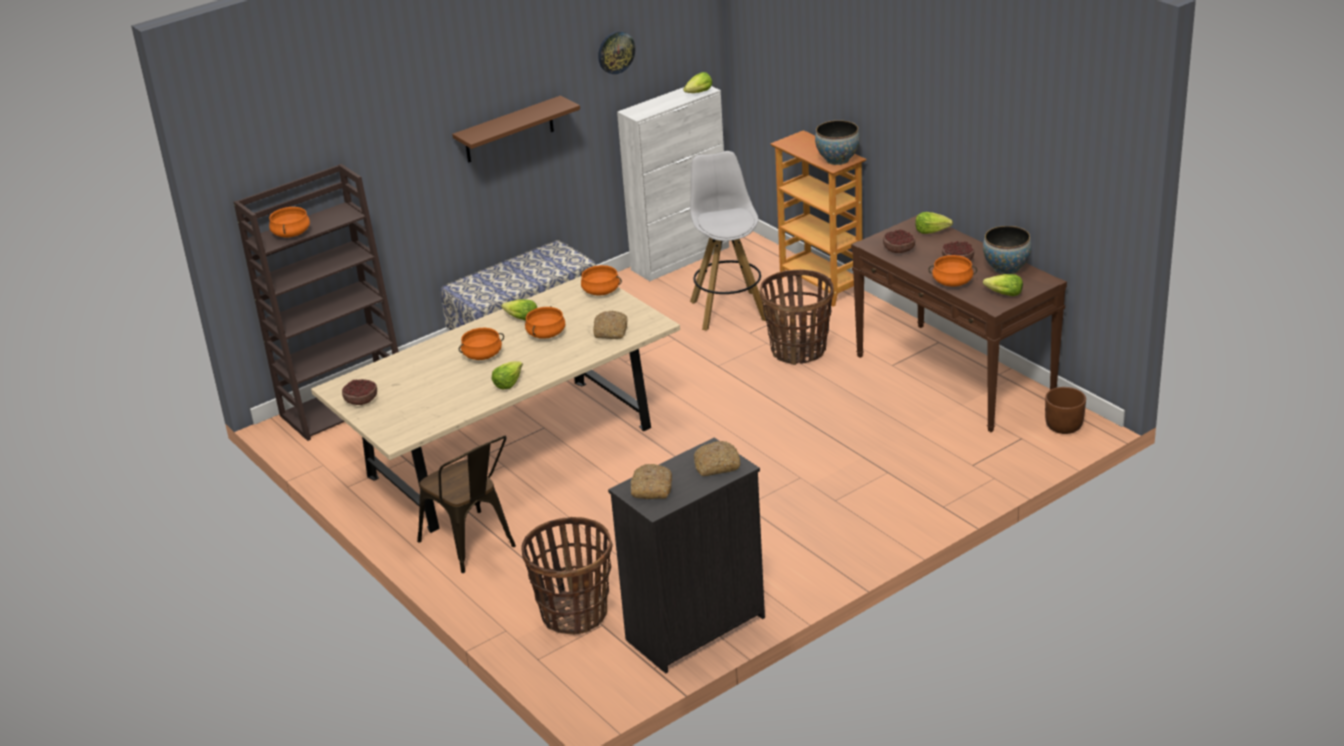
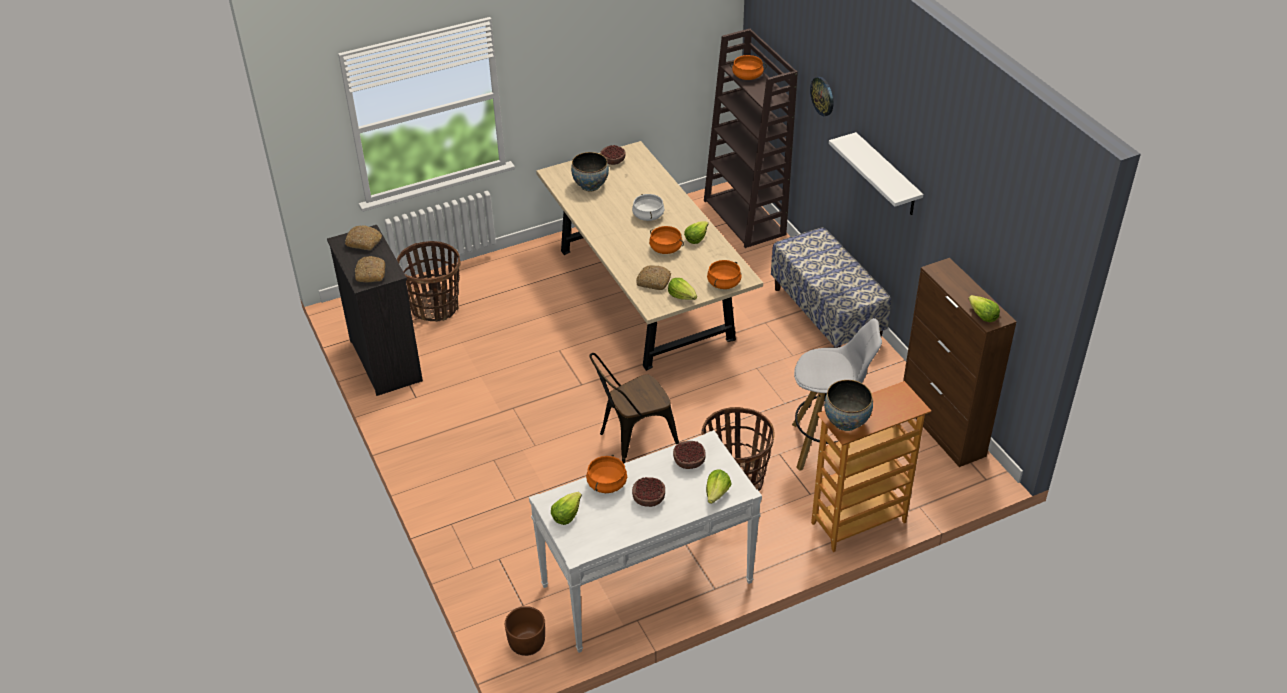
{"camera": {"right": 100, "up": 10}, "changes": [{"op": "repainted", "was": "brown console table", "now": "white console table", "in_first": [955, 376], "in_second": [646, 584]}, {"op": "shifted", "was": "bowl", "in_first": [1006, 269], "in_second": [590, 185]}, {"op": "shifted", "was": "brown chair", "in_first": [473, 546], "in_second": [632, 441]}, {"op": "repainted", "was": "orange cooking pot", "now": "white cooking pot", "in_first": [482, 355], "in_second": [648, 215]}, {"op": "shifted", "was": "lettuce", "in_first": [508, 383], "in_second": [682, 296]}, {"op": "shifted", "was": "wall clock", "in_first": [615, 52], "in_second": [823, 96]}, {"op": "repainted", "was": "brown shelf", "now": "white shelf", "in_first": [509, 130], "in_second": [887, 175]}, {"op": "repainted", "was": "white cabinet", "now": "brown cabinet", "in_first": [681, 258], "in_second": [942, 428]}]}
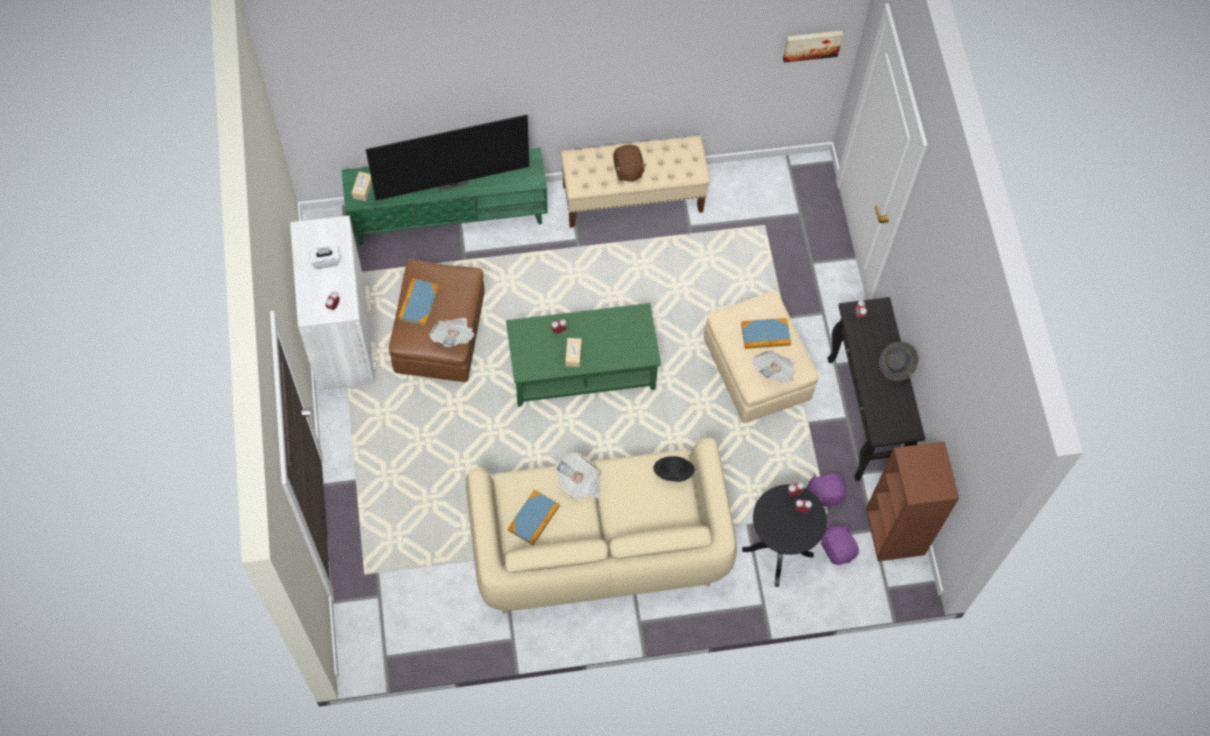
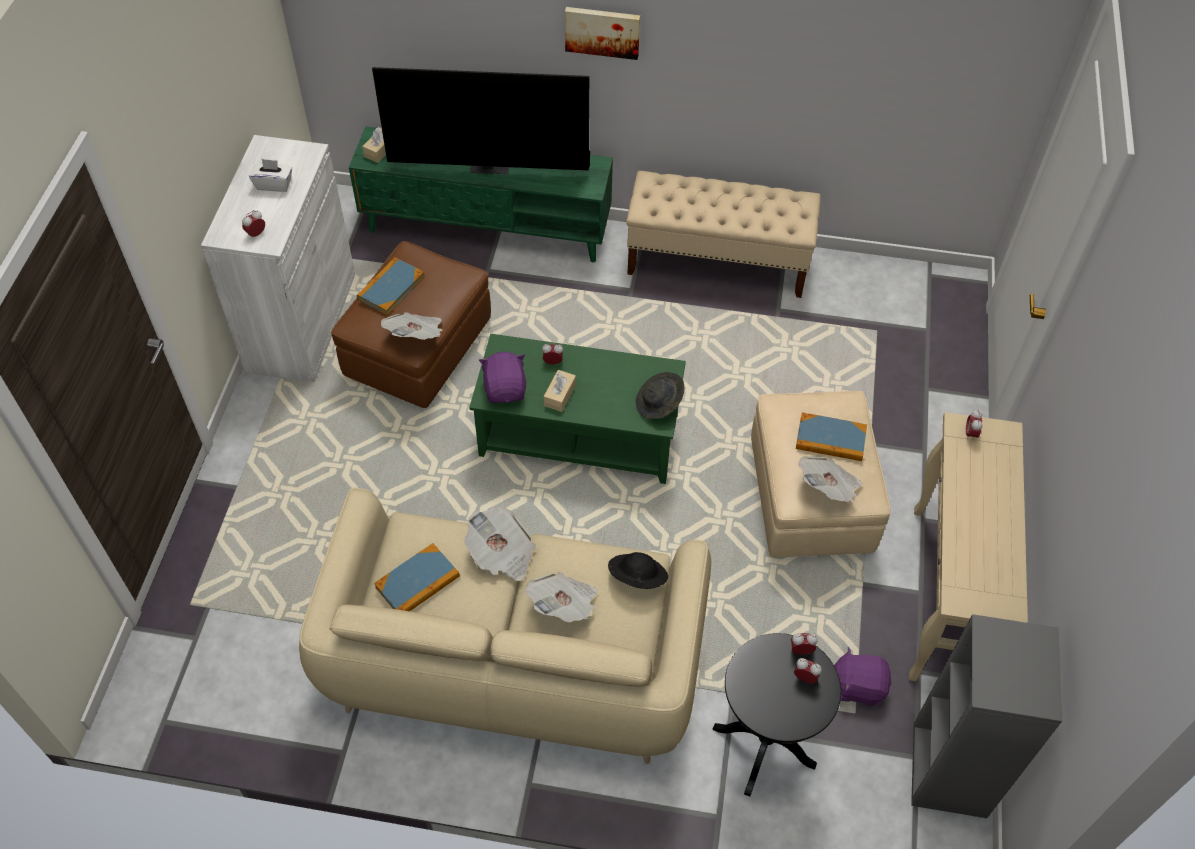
{"camera": {"right": 20, "up": -10}, "changes": [{"op": "shifted", "was": "purple plush toy", "in_first": [837, 548], "in_second": [505, 389]}, {"op": "new", "now": "newspaper", "in_second": [564, 605]}, {"op": "shifted", "was": "picture", "in_first": [812, 44], "in_second": [602, 31]}, {"op": "shifted", "was": "grey hat", "in_first": [897, 365], "in_second": [659, 404]}, {"op": "repainted", "was": "black console table", "now": "beige console table", "in_first": [863, 417], "in_second": [944, 598]}, {"op": "repainted", "was": "brown bookcase", "now": "grey bookcase", "in_first": [896, 532], "in_second": [950, 771]}, {"op": "gone", "was": "brown plush toy", "in_first": [627, 170]}]}
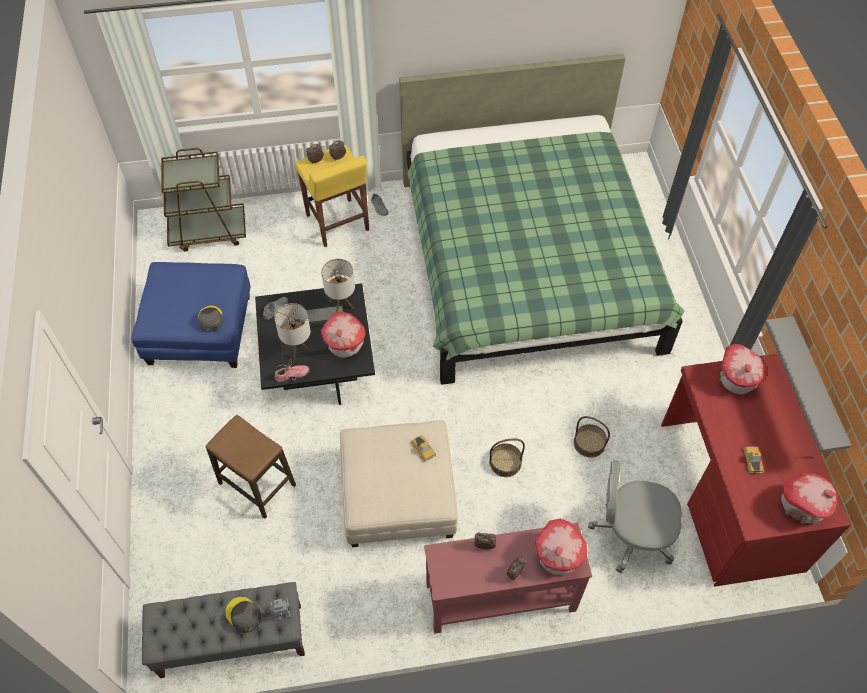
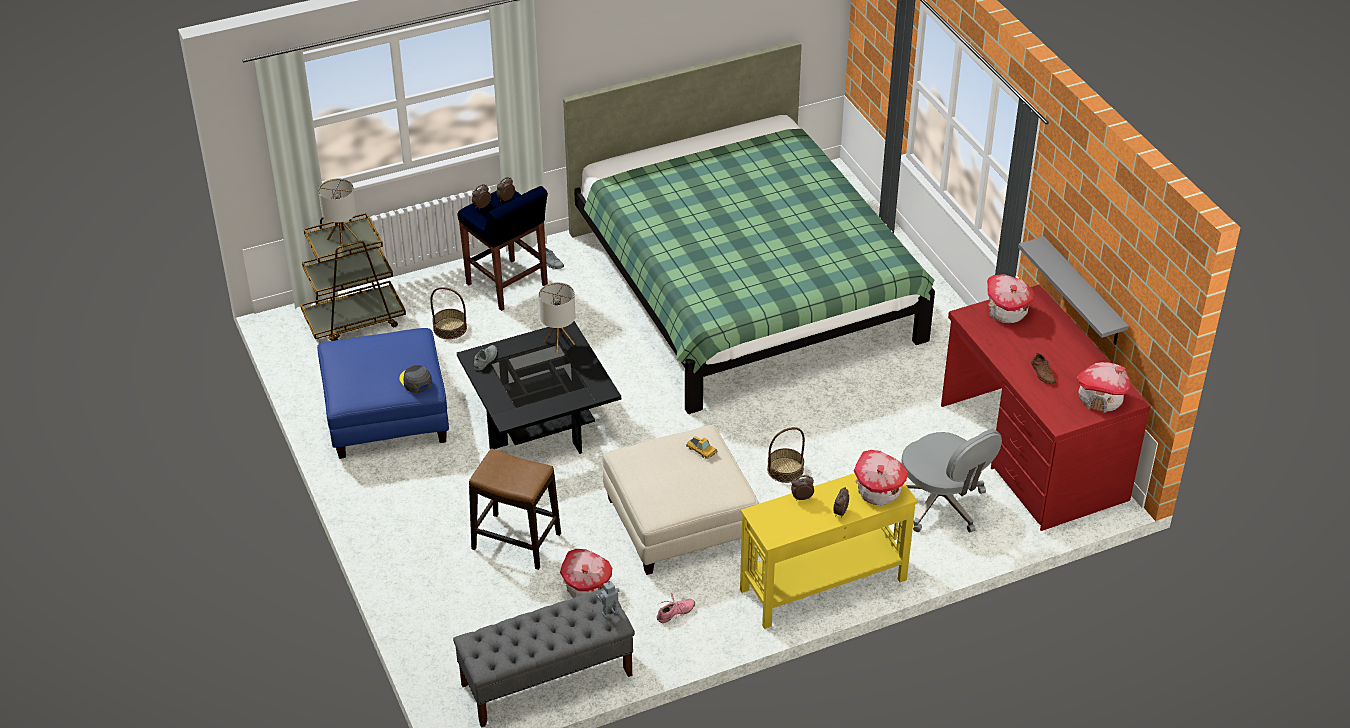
{"camera": {"right": -15, "up": -15}, "changes": [{"op": "shifted", "was": "table lamp", "in_first": [298, 349], "in_second": [342, 238]}, {"op": "shifted", "was": "basket", "in_first": [589, 443], "in_second": [450, 328]}, {"op": "repainted", "was": "yellow stool", "now": "blue stool", "in_first": [337, 223], "in_second": [507, 286]}, {"op": "shifted", "was": "toy house", "in_first": [345, 344], "in_second": [587, 588]}, {"op": "shifted", "was": "pink shoe", "in_first": [292, 375], "in_second": [675, 613]}, {"op": "repainted", "was": "red console table", "now": "yellow console table", "in_first": [499, 597], "in_second": [822, 584]}, {"op": "rotated", "was": "grey office chair", "in_first": [631, 533], "in_second": [941, 504], "clockwise": -120}, {"op": "swapped", "was": "toy car", "now": "brown shoe", "in_first": [752, 460], "in_second": [1042, 373]}, {"op": "gone", "was": "grey cap", "in_first": [243, 615]}]}
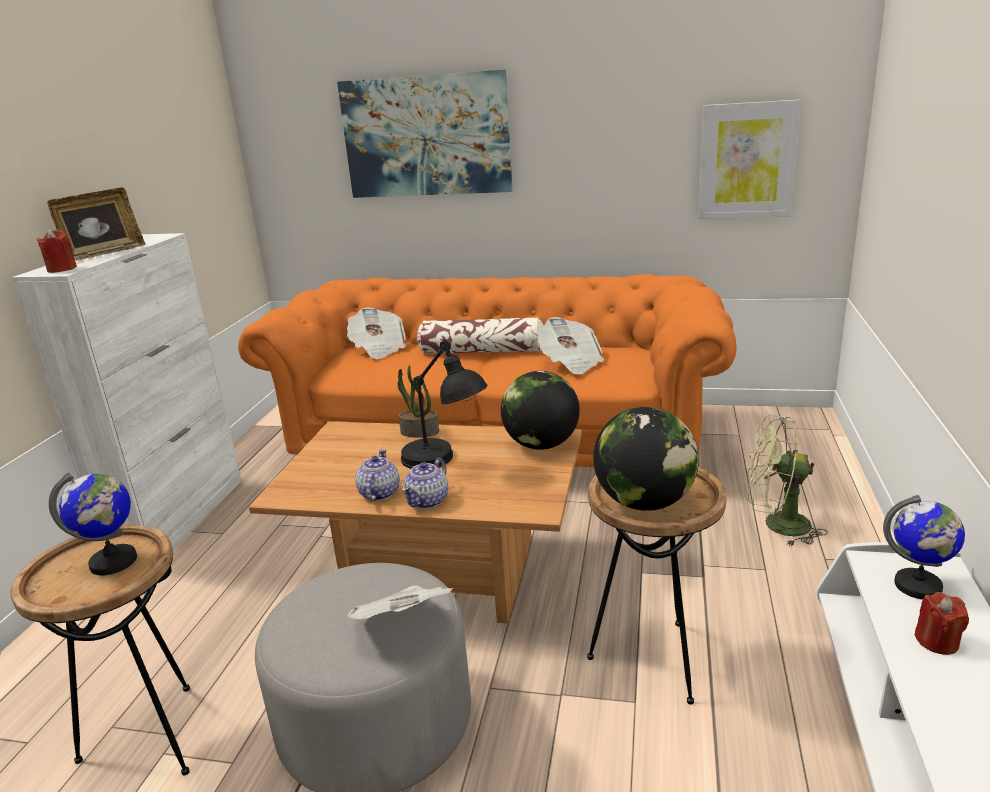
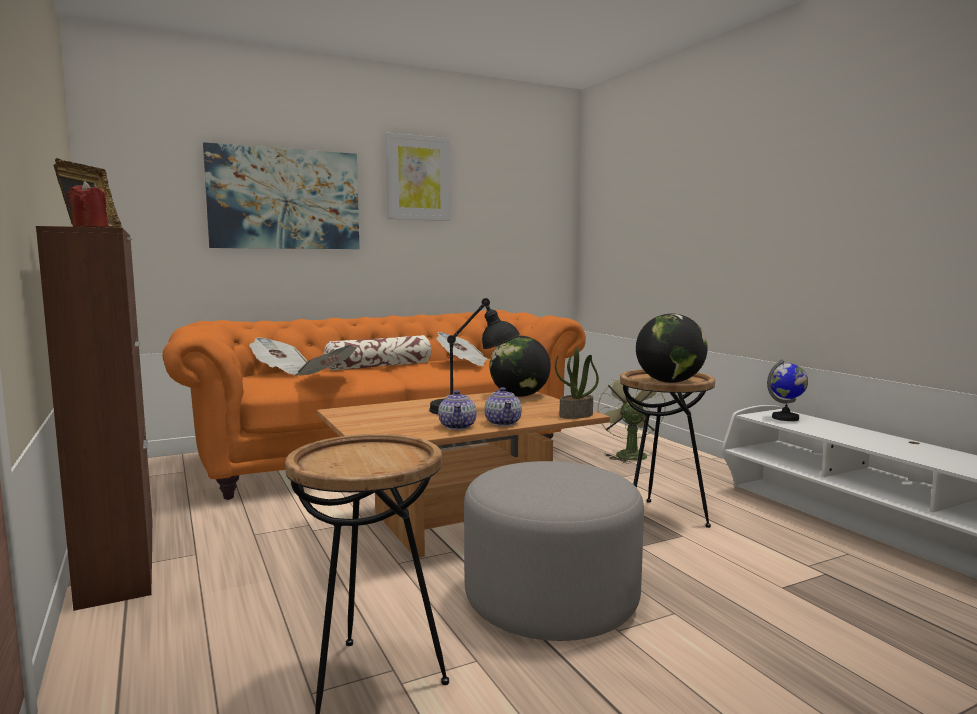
{"camera": {"right": -40, "up": -15}, "changes": [{"op": "repainted", "was": "white cabinet", "now": "brown cabinet", "in_first": [180, 519], "in_second": [119, 558]}, {"op": "shifted", "was": "newspaper", "in_first": [404, 623], "in_second": [326, 377]}, {"op": "shifted", "was": "picture", "in_first": [747, 161], "in_second": [418, 178]}, {"op": "rotated", "was": "teapot", "in_first": [379, 494], "in_second": [458, 426], "clockwise": -150}, {"op": "shifted", "was": "potted plant", "in_first": [419, 432], "in_second": [576, 415]}, {"op": "rotated", "was": "green fan", "in_first": [777, 525], "in_second": [628, 454], "clockwise": 120}, {"op": "gone", "was": "globe", "in_first": [114, 562]}, {"op": "gone", "was": "red candle", "in_first": [937, 641]}]}
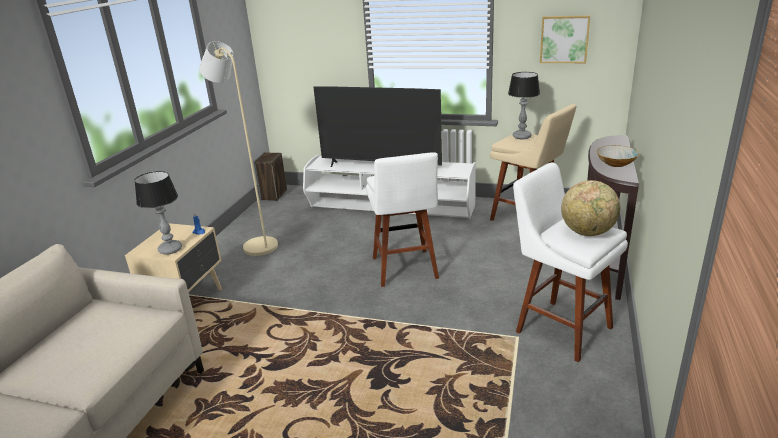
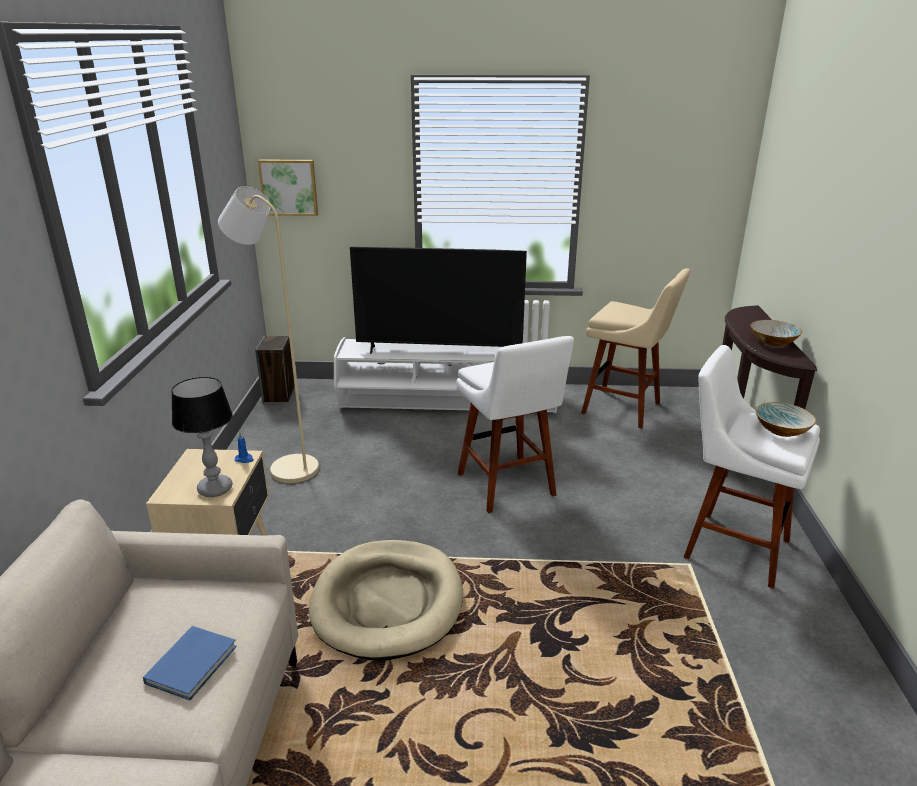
{"camera": {"right": -15, "up": 0}, "changes": [{"op": "new", "now": "blue book", "in_second": [194, 663]}, {"op": "shifted", "was": "picture", "in_first": [564, 39], "in_second": [289, 187]}, {"op": "new", "now": "beige dog bed", "in_second": [388, 602]}, {"op": "swapped", "was": "globe", "now": "bowl", "in_first": [588, 232], "in_second": [782, 430]}, {"op": "gone", "was": "table lamp", "in_first": [521, 136]}]}
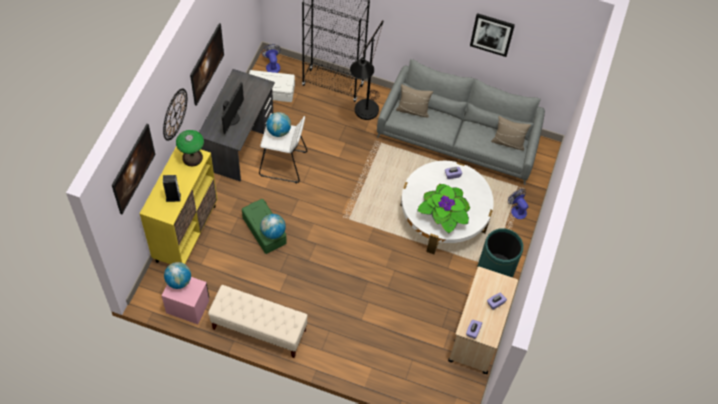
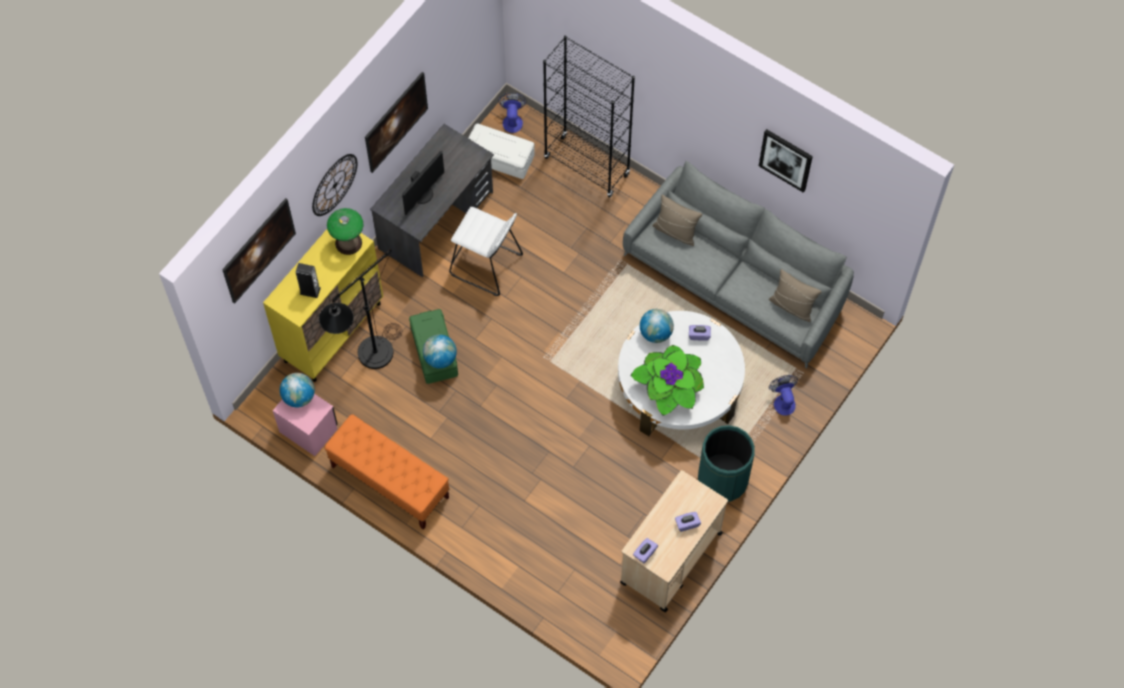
{"camera": {"right": 20, "up": 5}, "changes": [{"op": "shifted", "was": "black floor lamp", "in_first": [364, 115], "in_second": [369, 360]}, {"op": "repainted", "was": "beige bench", "now": "orange bench", "in_first": [259, 329], "in_second": [389, 482]}, {"op": "shifted", "was": "globe", "in_first": [278, 131], "in_second": [655, 333]}]}
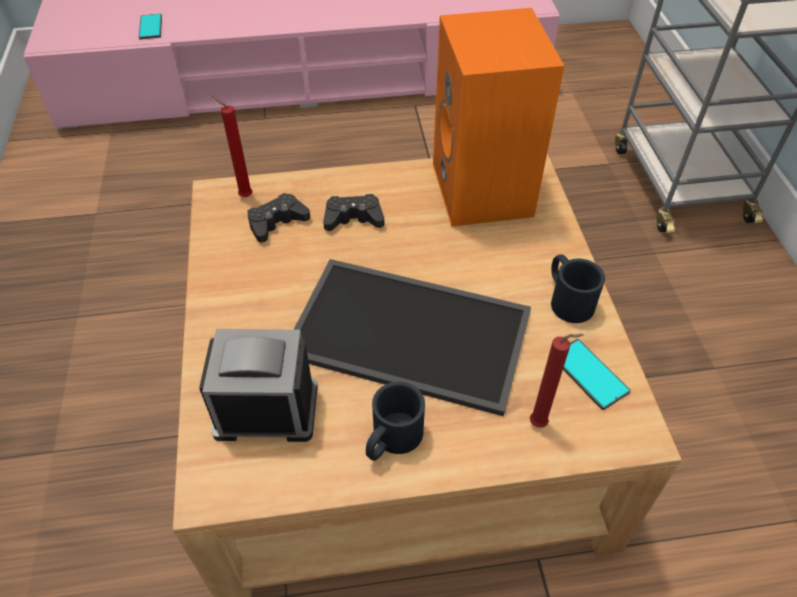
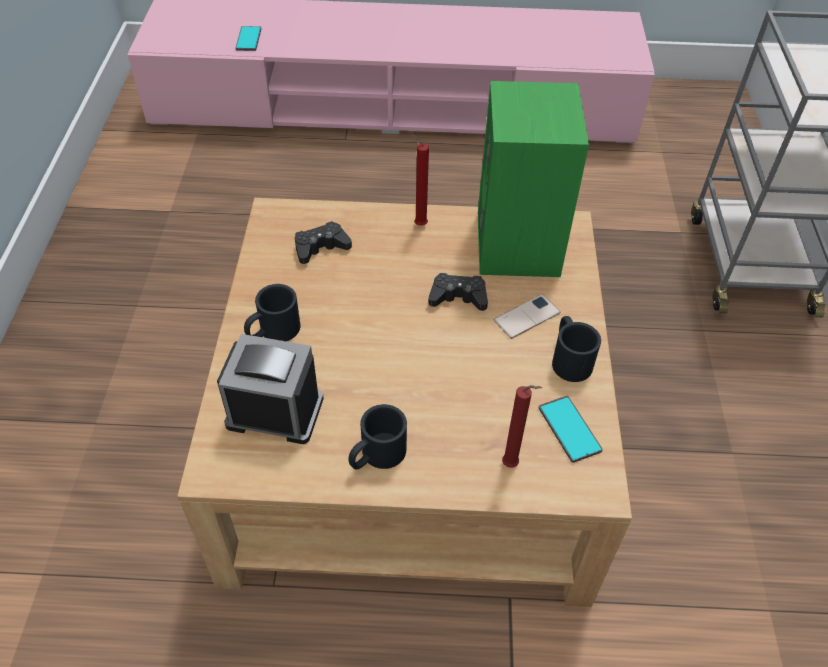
{"camera": {"right": 10, "up": 0}, "changes": [{"op": "new", "now": "black mug", "in_second": [273, 332]}, {"op": "shifted", "was": "red candle", "in_first": [244, 196], "in_second": [418, 224]}, {"op": "shifted", "was": "black game controller", "in_first": [353, 219], "in_second": [458, 297]}, {"op": "repainted", "was": "orange speaker", "now": "green speaker", "in_first": [484, 191], "in_second": [520, 246]}, {"op": "new", "now": "phone", "in_second": [526, 317]}, {"op": "gone", "was": "tray", "in_first": [413, 331]}]}
